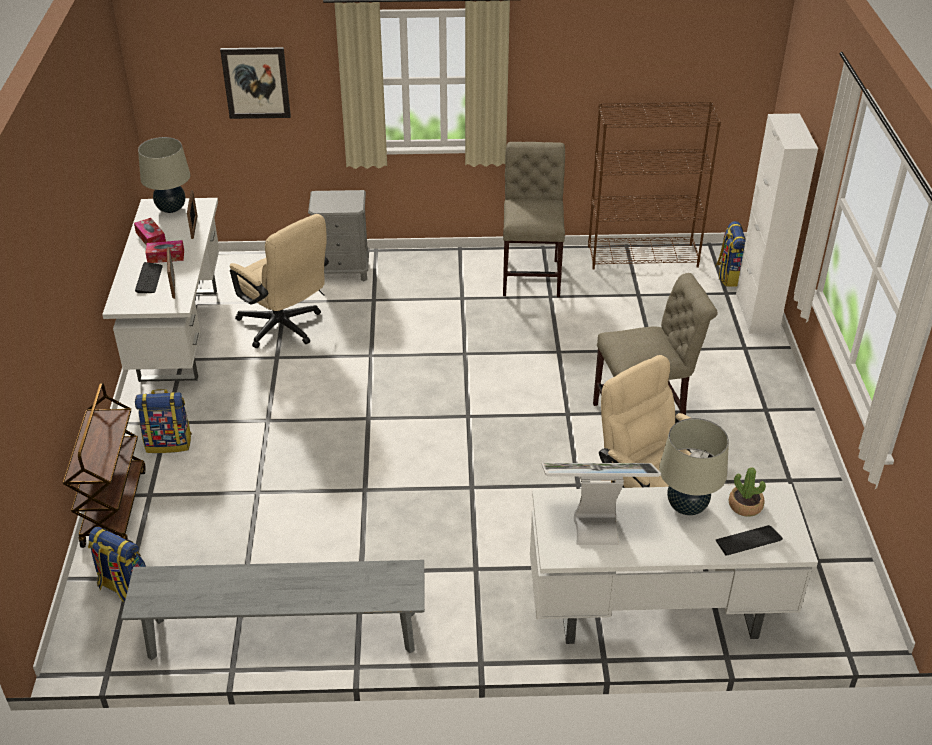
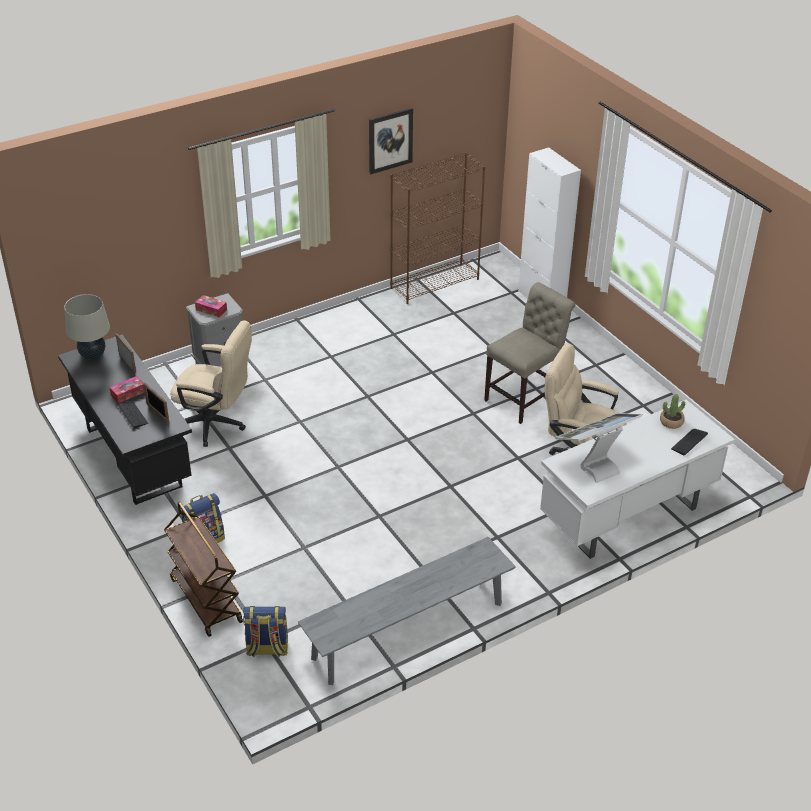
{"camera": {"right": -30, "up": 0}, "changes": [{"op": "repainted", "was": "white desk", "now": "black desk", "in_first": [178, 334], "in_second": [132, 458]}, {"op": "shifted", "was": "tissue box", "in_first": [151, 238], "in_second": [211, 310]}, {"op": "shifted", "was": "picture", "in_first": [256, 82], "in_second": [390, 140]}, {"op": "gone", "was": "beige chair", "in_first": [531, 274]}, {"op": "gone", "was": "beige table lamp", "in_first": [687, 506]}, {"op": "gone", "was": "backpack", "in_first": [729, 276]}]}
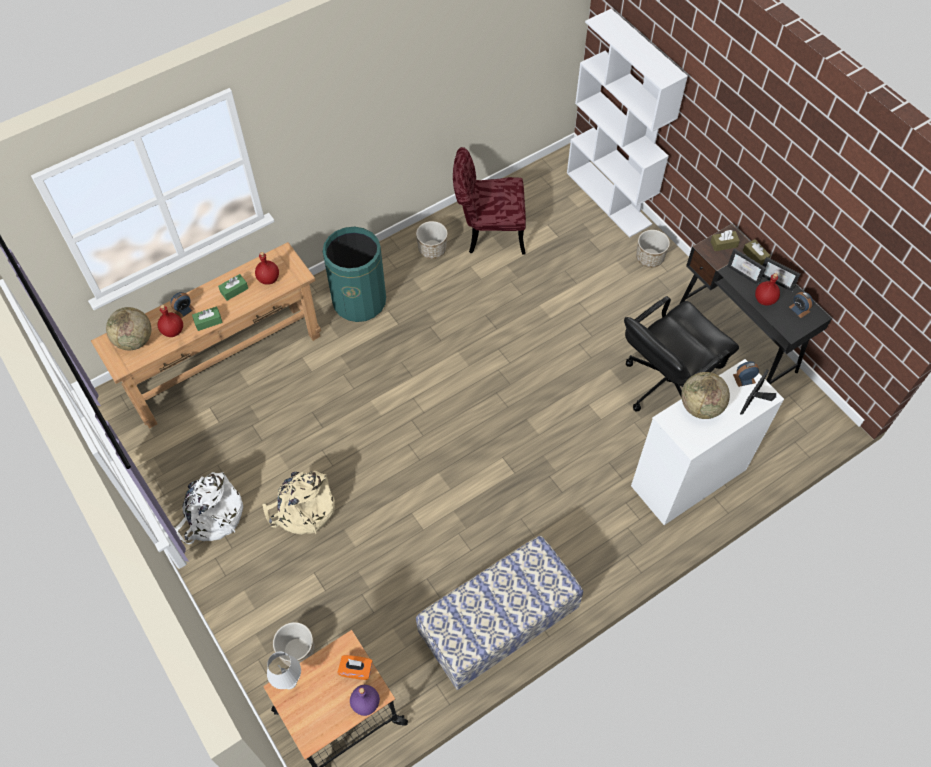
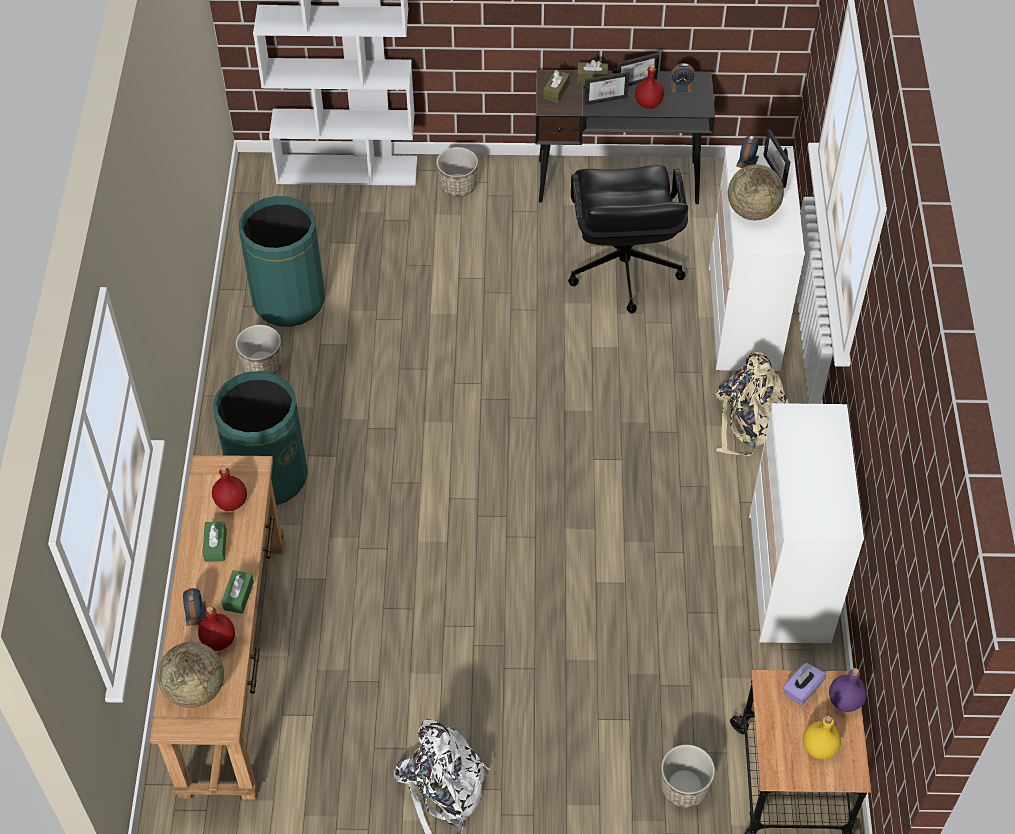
{"camera": {"right": -55, "up": -5}, "changes": [{"op": "swapped", "was": "red chair", "now": "green trash can", "in_first": [488, 232], "in_second": [288, 300]}, {"op": "shifted", "was": "beige backpack", "in_first": [302, 510], "in_second": [748, 420]}, {"op": "swapped", "was": "bench", "now": "white dresser", "in_first": [498, 626], "in_second": [788, 578]}, {"op": "repainted", "was": "orange tissue box", "now": "purple tissue box", "in_first": [356, 670], "in_second": [801, 690]}, {"op": "new", "now": "yellow bottle", "in_second": [818, 747]}, {"op": "gone", "was": "white table lamp", "in_first": [289, 682]}]}
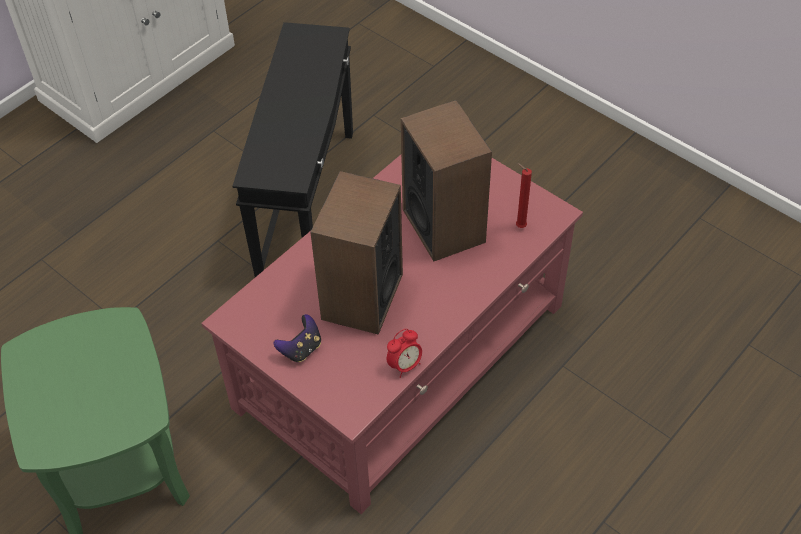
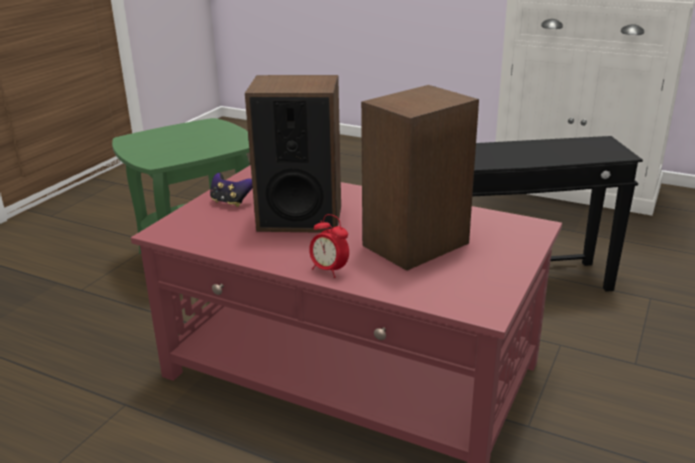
{"camera": {"right": 75, "up": -25}, "changes": [{"op": "shifted", "was": "alarm clock", "in_first": [405, 365], "in_second": [329, 270]}, {"op": "gone", "was": "red candle", "in_first": [519, 226]}]}
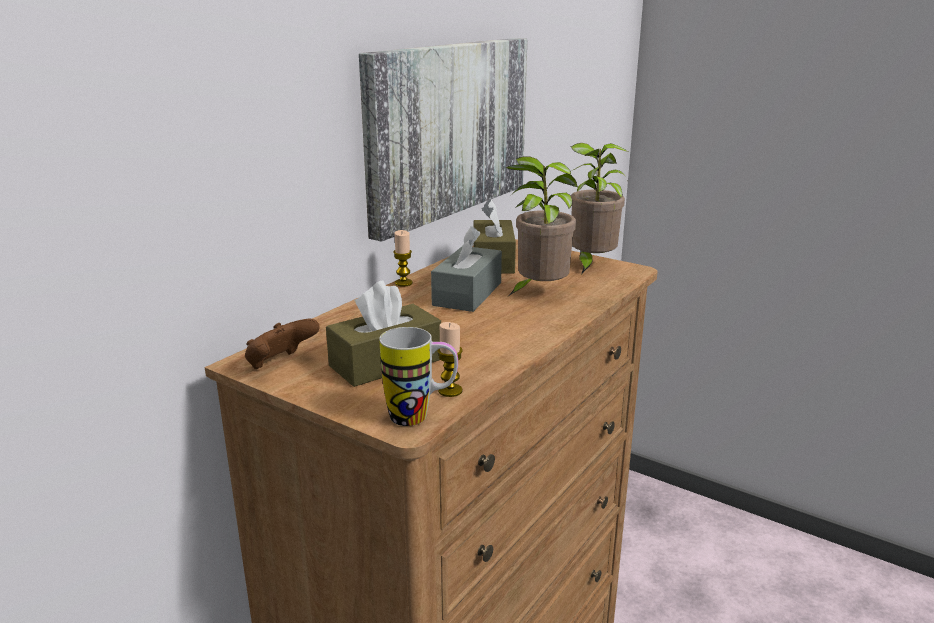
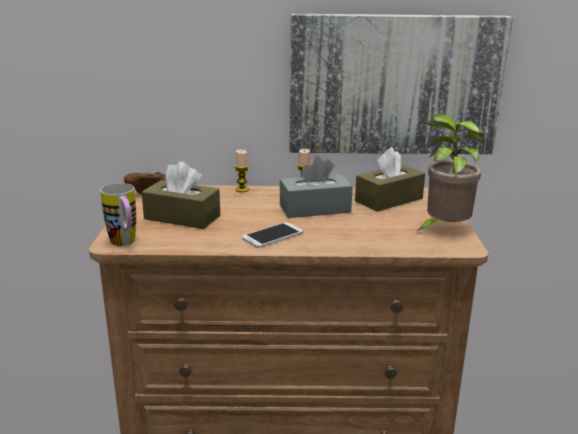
{"camera": {"right": 55, "up": 0}, "changes": [{"op": "shifted", "was": "candle", "in_first": [450, 391], "in_second": [242, 189]}, {"op": "new", "now": "phone", "in_second": [273, 235]}, {"op": "gone", "was": "potted plant", "in_first": [538, 292]}]}
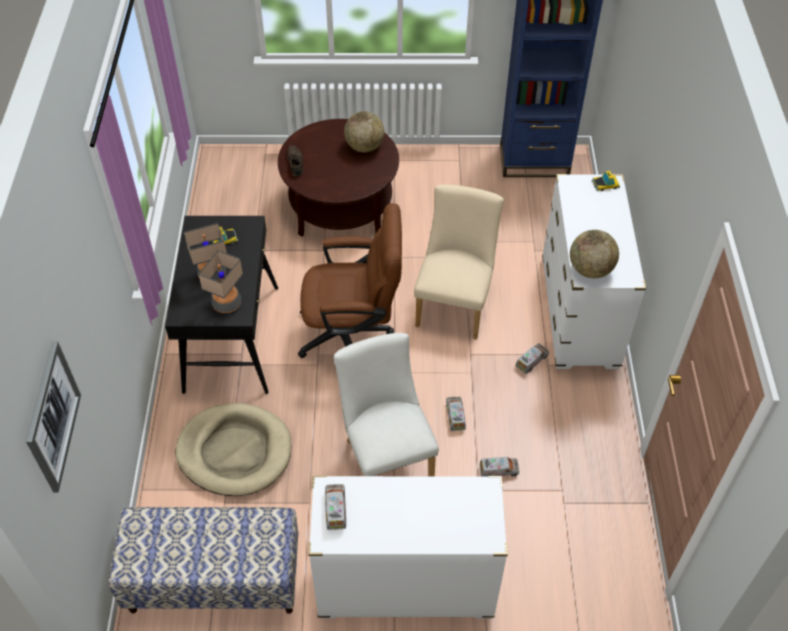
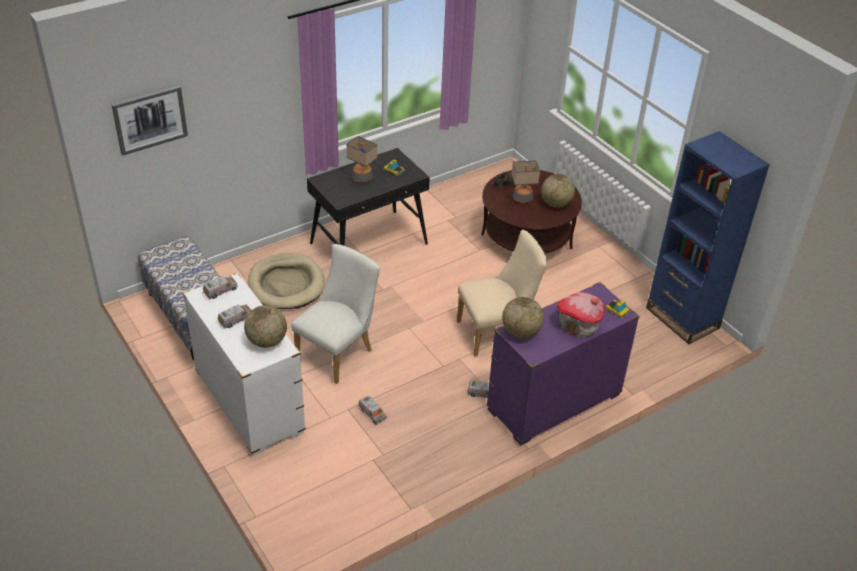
{"camera": {"right": 55, "up": -10}, "changes": [{"op": "shifted", "was": "toy truck", "in_first": [455, 416], "in_second": [236, 319]}, {"op": "new", "now": "globe", "in_second": [267, 341]}, {"op": "repainted", "was": "white dresser", "now": "purple dresser", "in_first": [579, 313], "in_second": [553, 403]}, {"op": "shifted", "was": "table lamp", "in_first": [227, 303], "in_second": [522, 198]}, {"op": "new", "now": "toy house", "in_second": [578, 325]}, {"op": "gone", "was": "brown office chair", "in_first": [353, 334]}]}
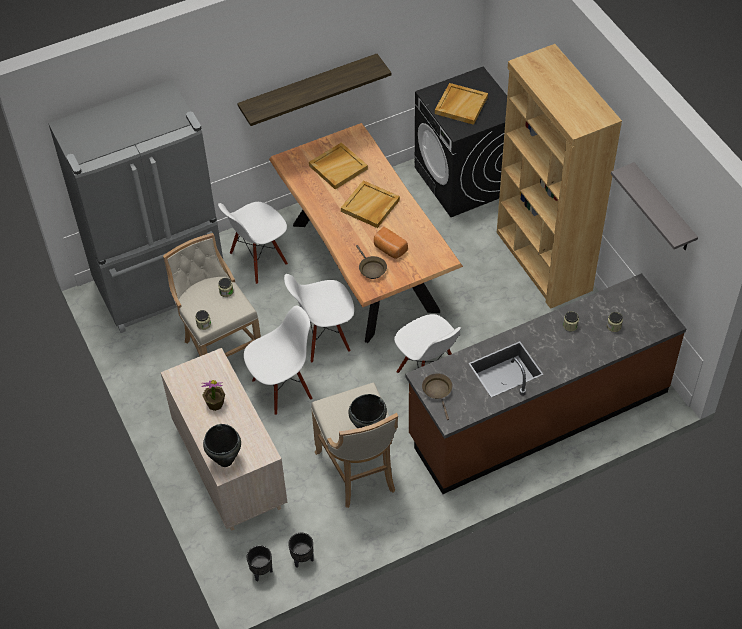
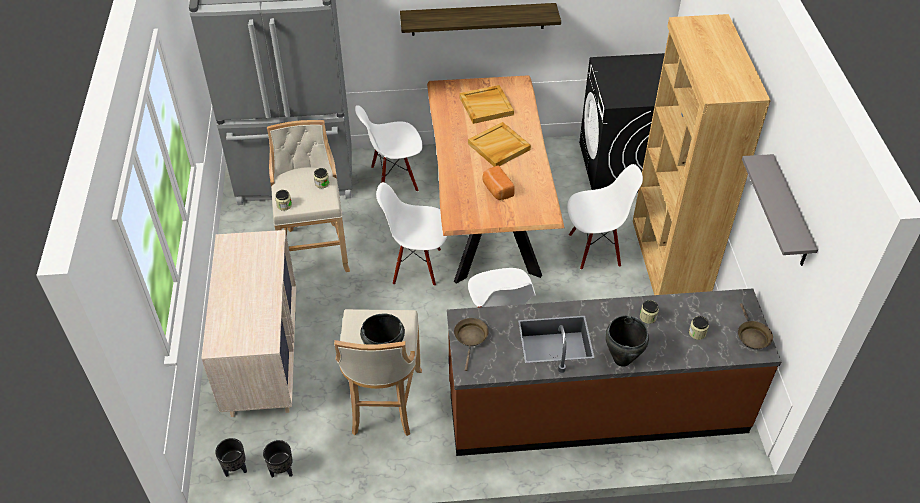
{"camera": {"right": 20, "up": -5}, "changes": [{"op": "shifted", "was": "white chair", "in_first": [282, 388], "in_second": [595, 249]}, {"op": "shifted", "was": "black cooking pot", "in_first": [225, 461], "in_second": [621, 359]}, {"op": "shifted", "was": "brown frying pan", "in_first": [371, 268], "in_second": [752, 336]}, {"op": "gone", "was": "potted plant", "in_first": [215, 404]}, {"op": "gone", "was": "beige tray", "in_first": [461, 105]}]}
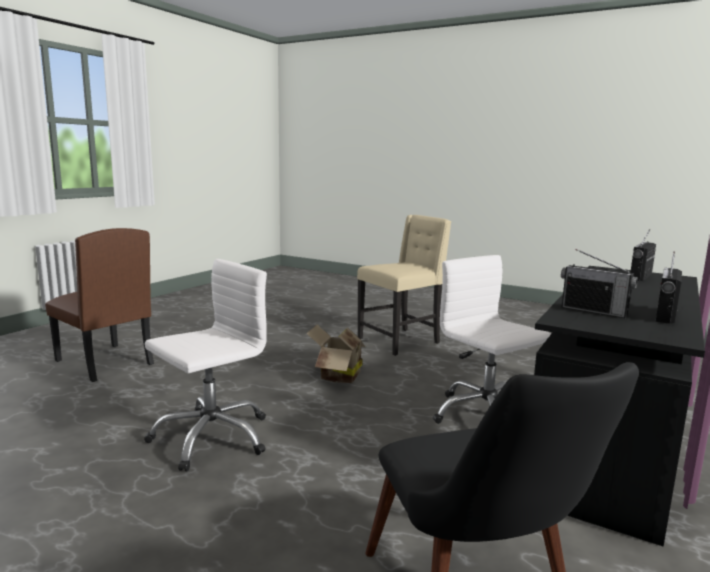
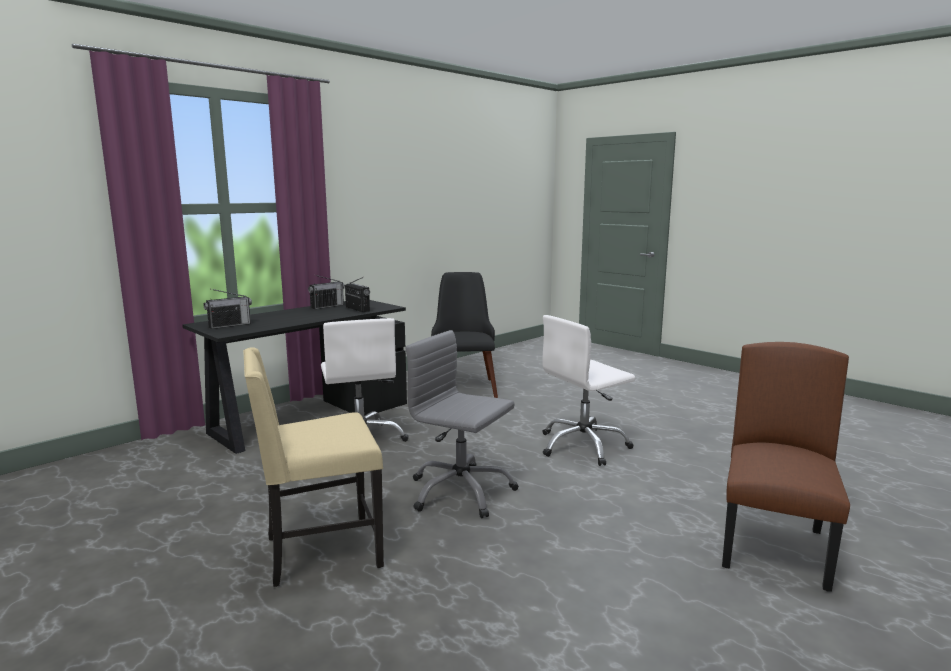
{"camera": {"right": -165, "up": 0}, "changes": [{"op": "swapped", "was": "cardboard box", "now": "grey office chair", "in_first": [337, 376], "in_second": [460, 492]}, {"op": "rotated", "was": "brown chair", "in_first": [104, 362], "in_second": [775, 549], "clockwise": 60}]}
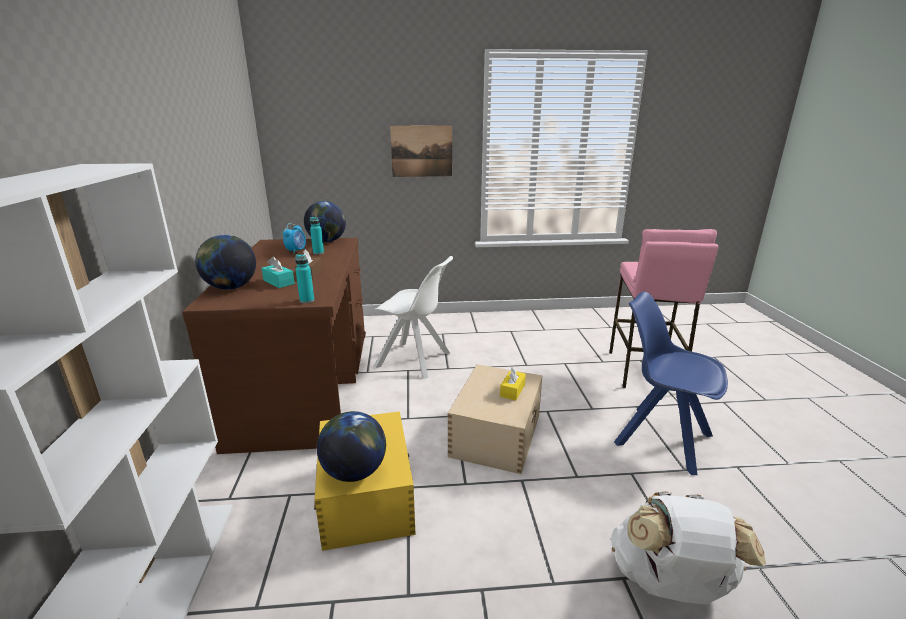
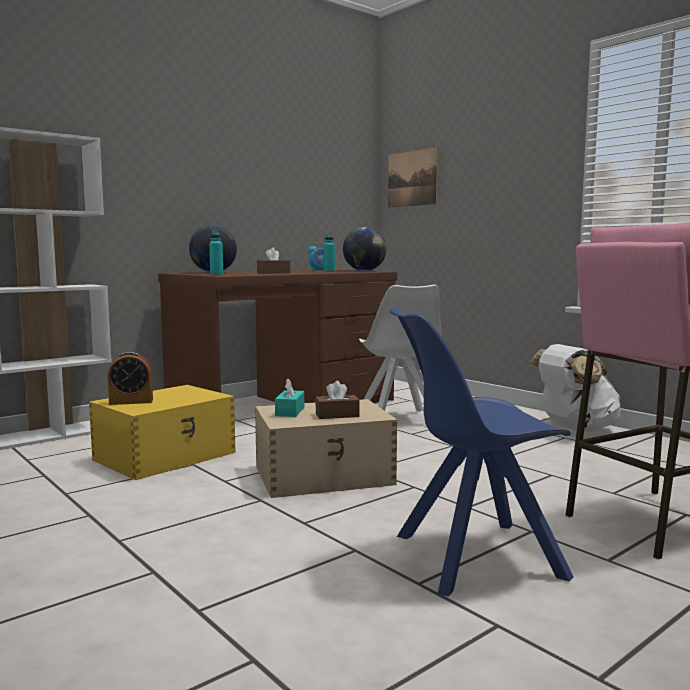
{"camera": {"right": 55, "up": -15}, "changes": [{"op": "swapped", "was": "globe", "now": "alarm clock", "in_first": [354, 472], "in_second": [131, 402]}, {"op": "shifted", "was": "turquoise tissue box", "in_first": [278, 282], "in_second": [290, 411]}, {"op": "repainted", "was": "yellow tissue box", "now": "brown tissue box", "in_first": [512, 390], "in_second": [337, 415]}, {"op": "shifted", "was": "picture", "in_first": [422, 151], "in_second": [412, 178]}, {"op": "rotated", "was": "blue chair", "in_first": [660, 438], "in_second": [473, 557], "clockwise": -105}, {"op": "shifted", "was": "white backpack", "in_first": [669, 584], "in_second": [575, 428]}]}
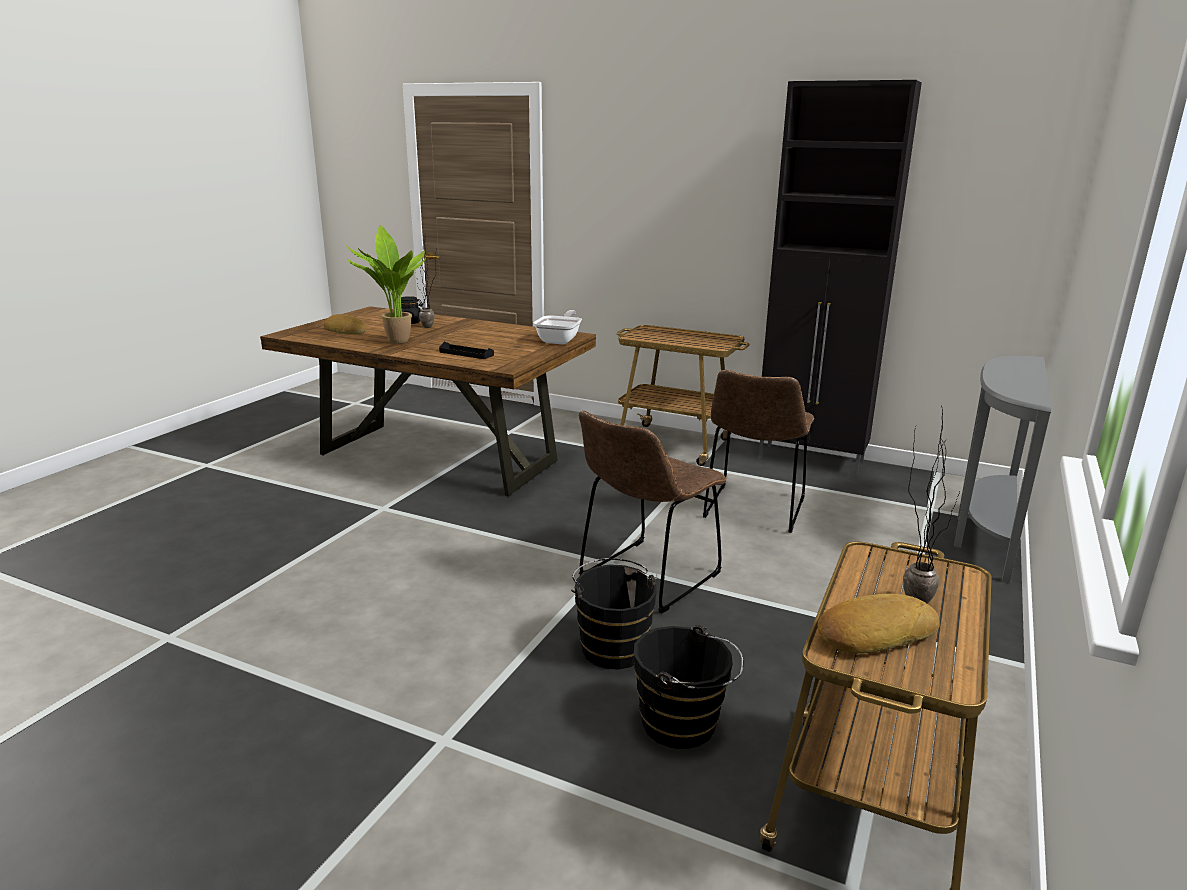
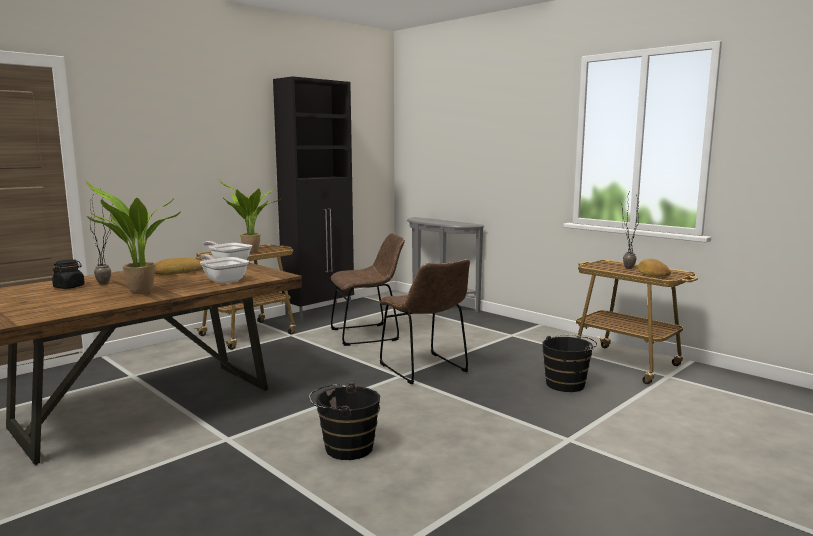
{"camera": {"right": -70, "up": -10}, "changes": [{"op": "shifted", "was": "bread", "in_first": [346, 330], "in_second": [177, 272]}, {"op": "swapped", "was": "black tray", "now": "frying pan", "in_first": [466, 354], "in_second": [223, 280]}, {"op": "new", "now": "potted plant", "in_second": [250, 253]}, {"op": "shifted", "was": "black bucket", "in_first": [612, 646], "in_second": [345, 448]}, {"op": "rotated", "was": "brown chair", "in_first": [753, 510], "in_second": [368, 334], "clockwise": -60}]}
